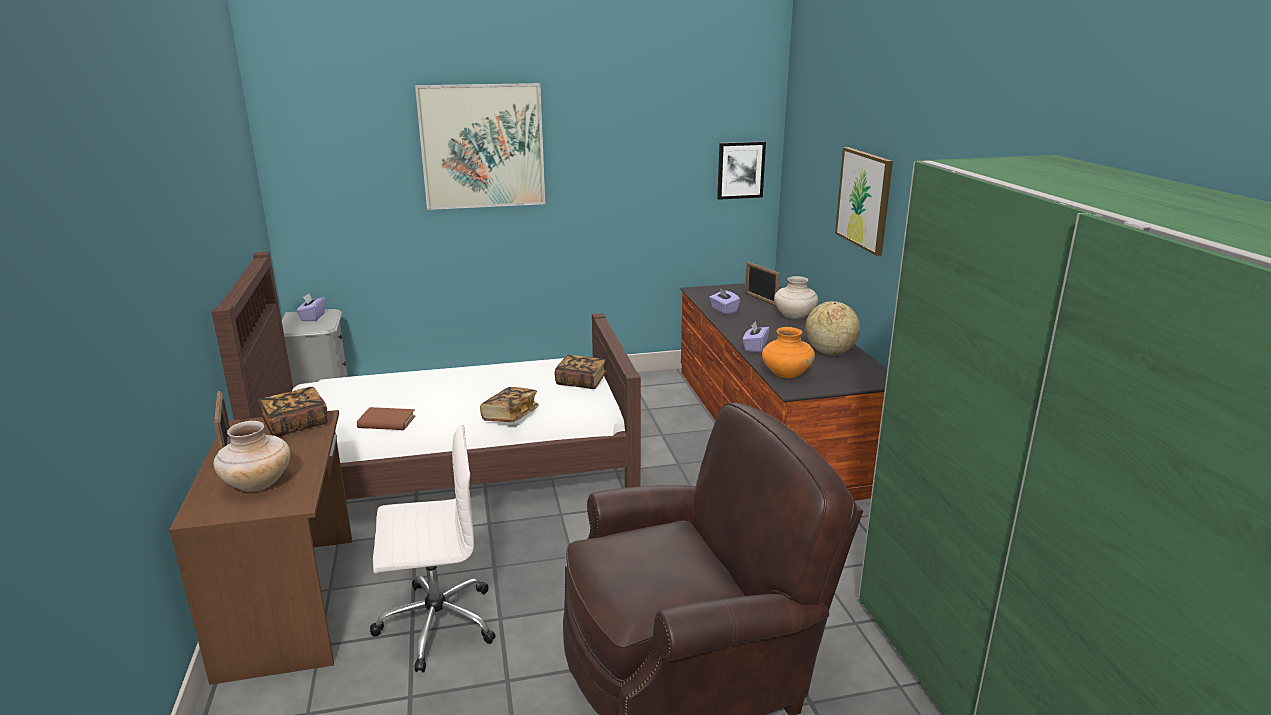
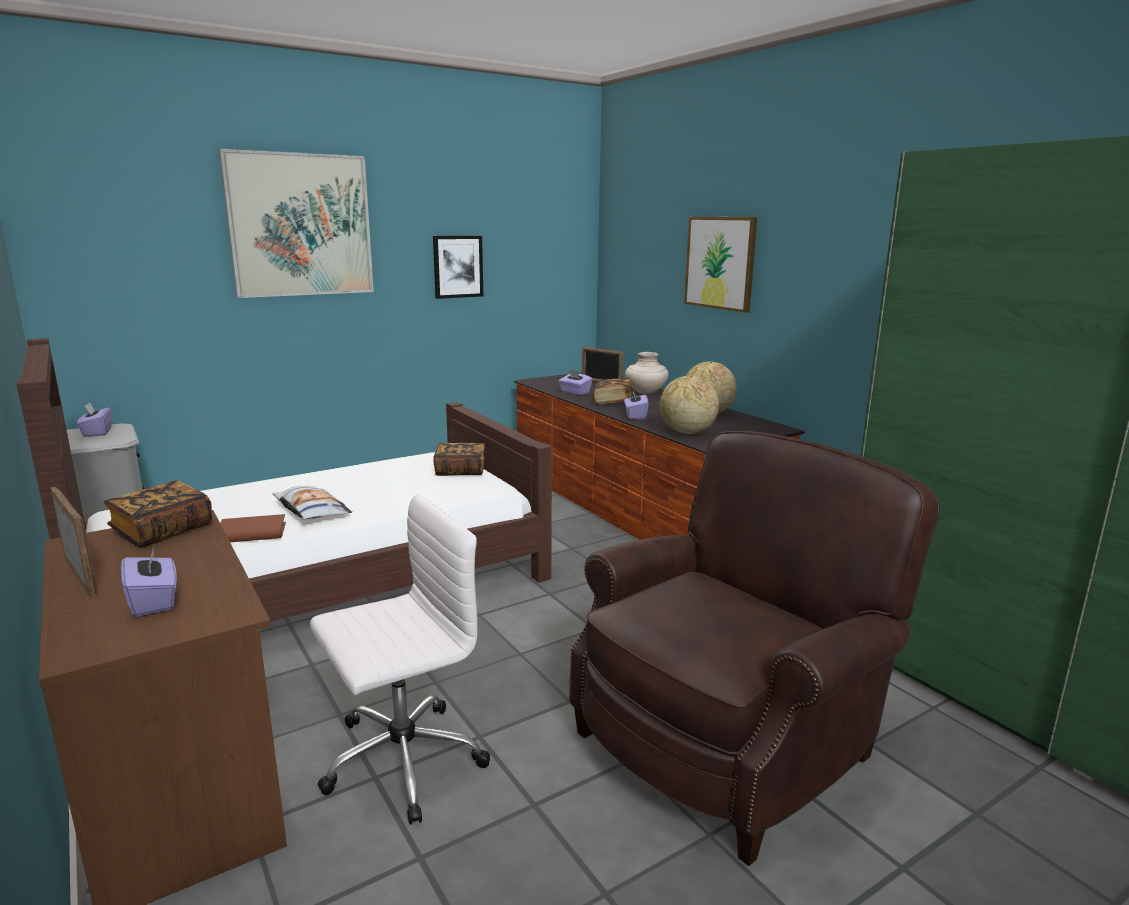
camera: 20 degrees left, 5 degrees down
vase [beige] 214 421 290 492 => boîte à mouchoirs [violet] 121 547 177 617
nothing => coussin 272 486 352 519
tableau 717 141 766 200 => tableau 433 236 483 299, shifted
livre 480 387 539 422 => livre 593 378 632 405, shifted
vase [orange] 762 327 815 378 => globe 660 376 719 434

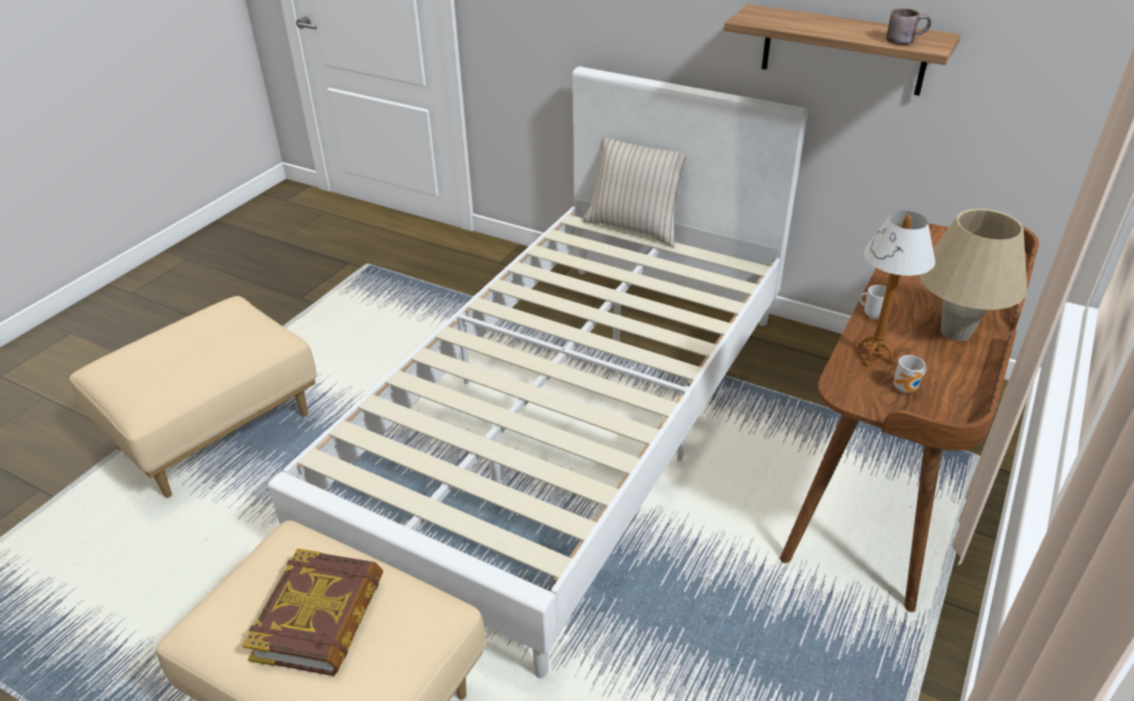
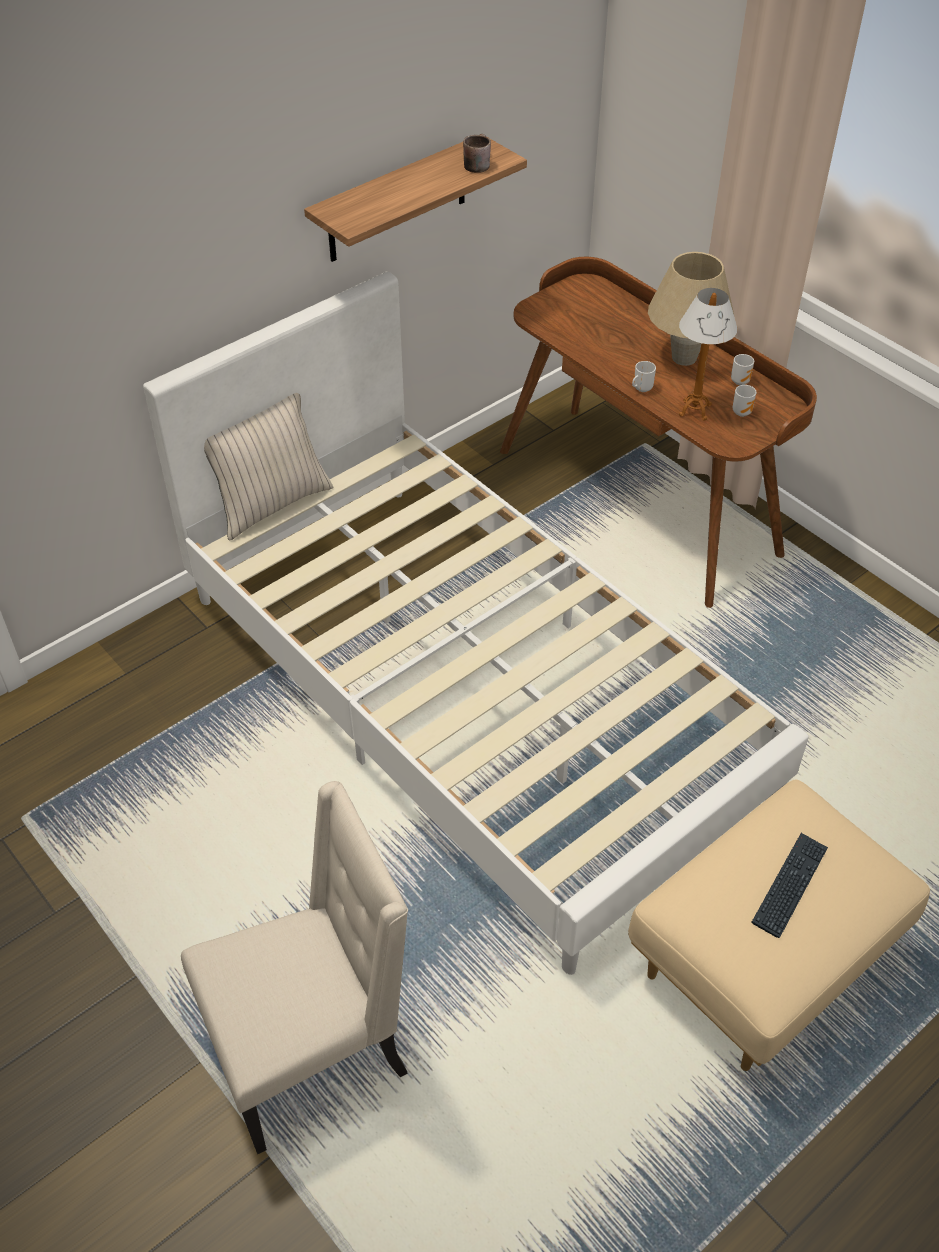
camera: 70 degrees left, 10 degrees up
pouf [beige] 70 296 317 498 => chaise [beige] 181 781 408 1155
nothing => mug 731 354 754 385
livre 242 548 383 676 => clavier 751 833 828 938

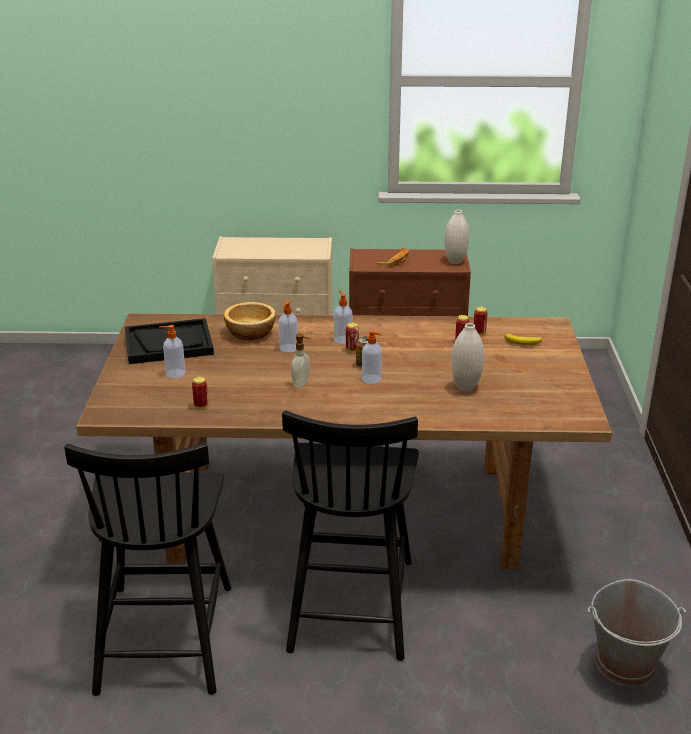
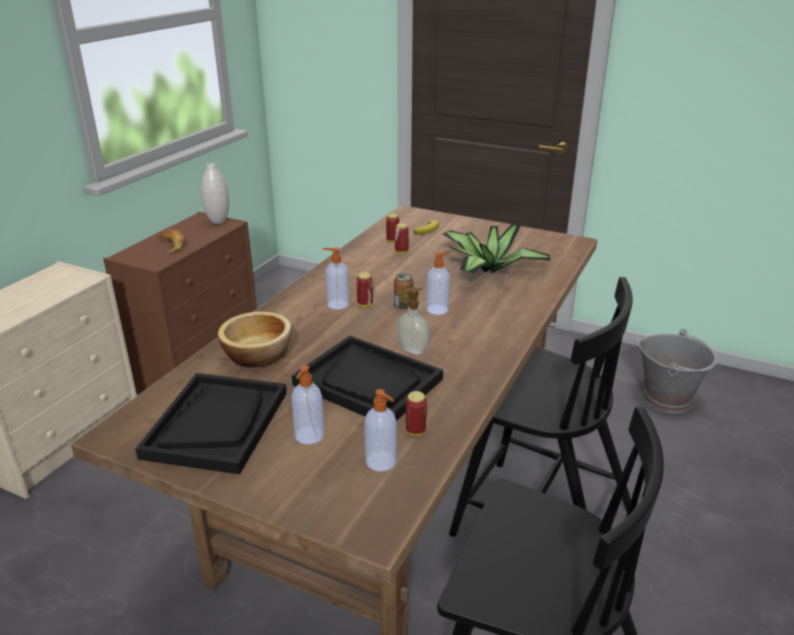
camera: 65 degrees left, 0 degrees up
nothing => plateau [noir] 292 335 443 421
distributeur de savon 279 301 298 353 => distributeur de savon 364 389 397 472, shifted
vase [blanc] 451 323 484 392 => plante en pot 443 224 551 274

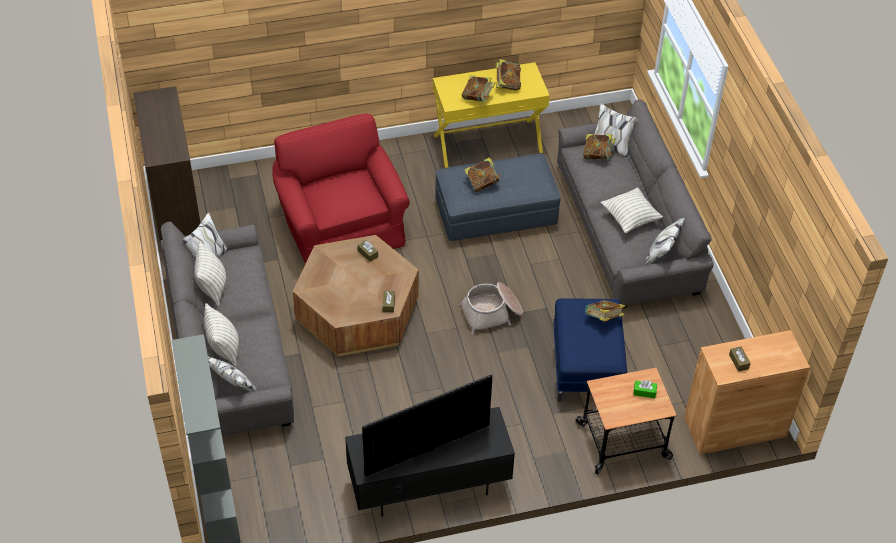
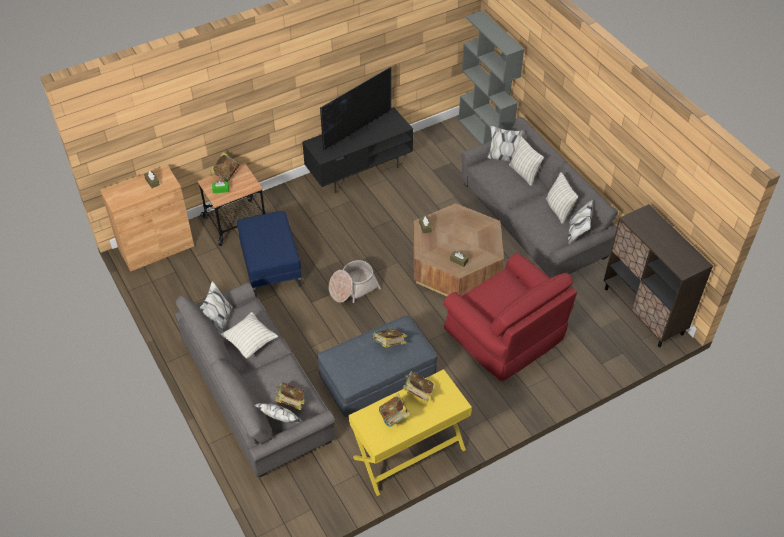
camera: 165 degrees right, 0 degrees up
livre 585 300 625 321 => livre 210 152 240 182, shifted

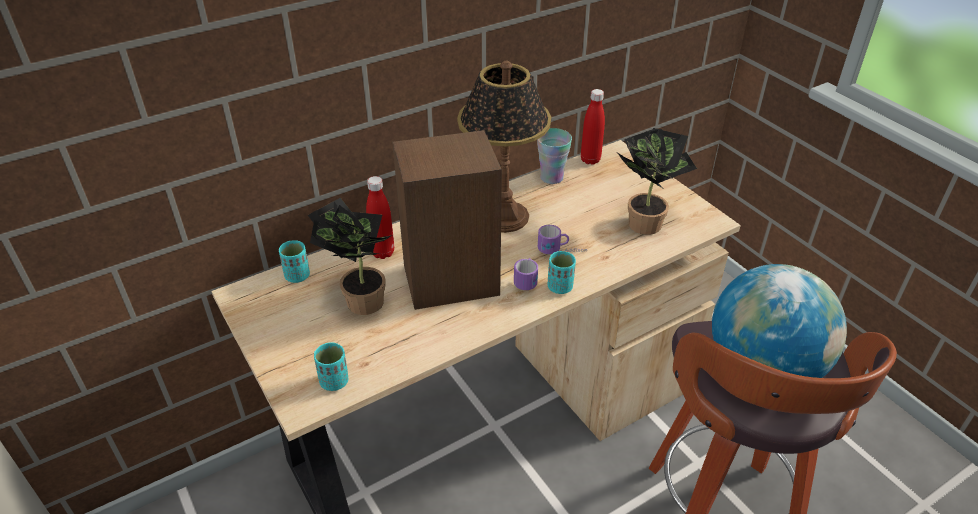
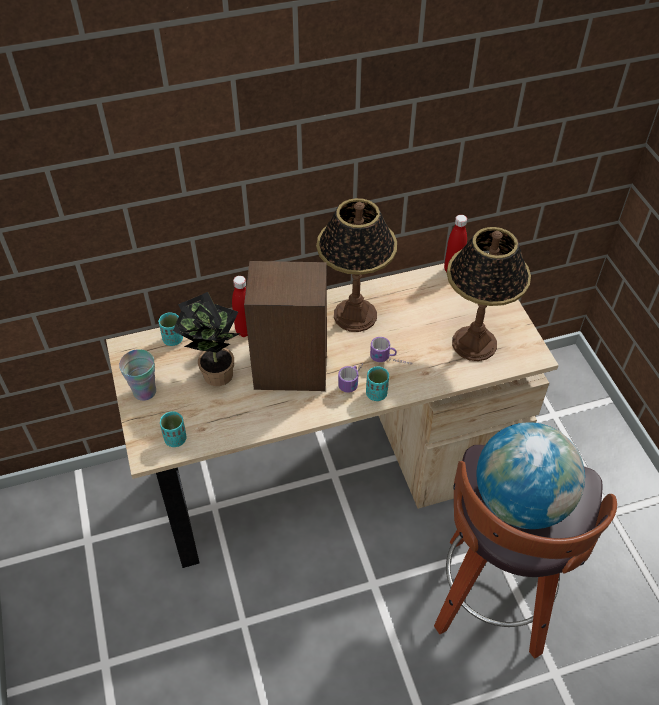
camera: 15 degrees right, 10 degrees up
tasse 537 128 572 184 => tasse 119 349 156 401, shifted
plante en pot 617 128 697 235 => lampe de table 447 227 531 361

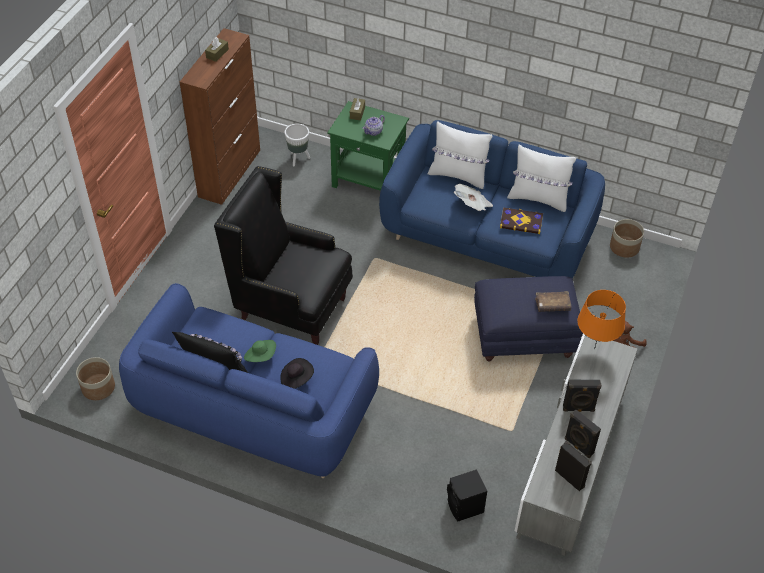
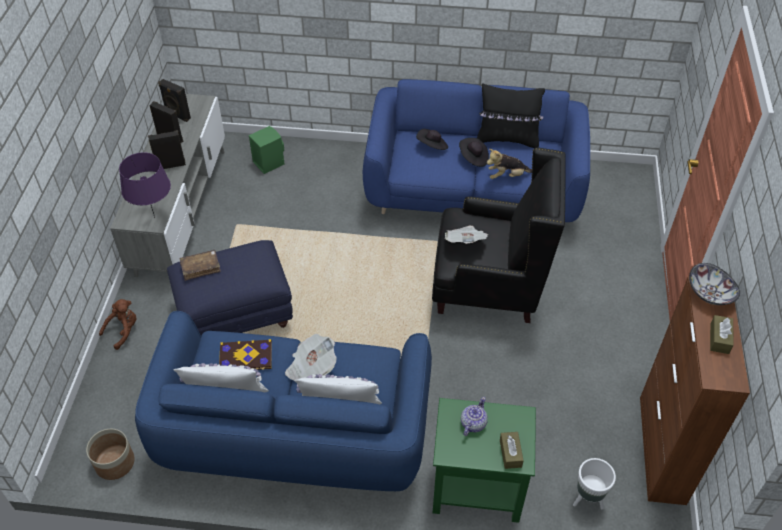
camera: 165 degrees right, 0 degrees up
lampe de table [orange] 577 290 626 349 => lampe de table [violet] 119 152 171 218
enceinte [noir] 447 469 487 521 => enceinte [vert] 249 126 284 174
nothing => journal 445 226 488 244
chapeau [vert] 244 340 276 362 => chapeau [noir] 459 138 489 167
nothing => peluche 487 149 532 179
nothing => bol 689 263 740 305
cache-pot 76 357 115 400 => nothing

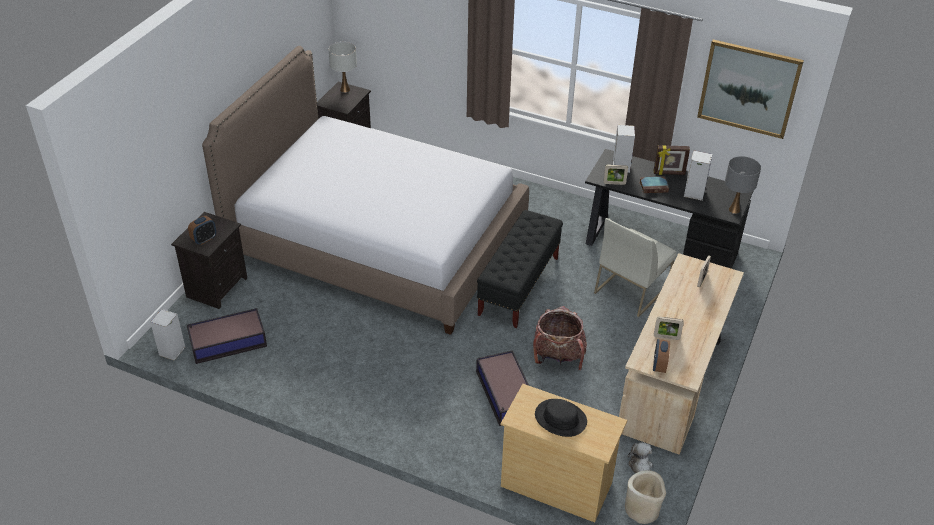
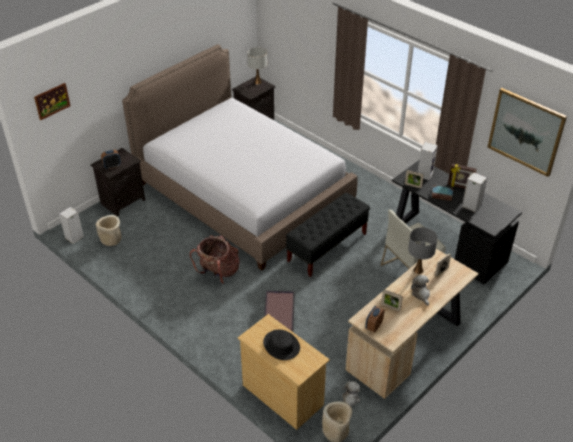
camera: 20 degrees right, 0 degrees up
nothing => tableau 34 83 70 120
boîte de rangement 187 308 267 364 => cache-pot [beige] 96 215 122 246
sac à dos 533 306 587 371 => sac à dos 190 235 240 284, shifted
lampe de table [gris] 725 156 761 214 => lampe de table [gris] 408 227 438 274, shifted
nothing => peluche 411 275 430 306

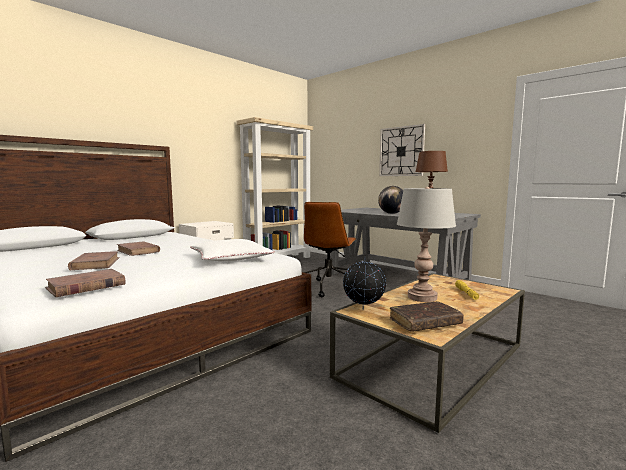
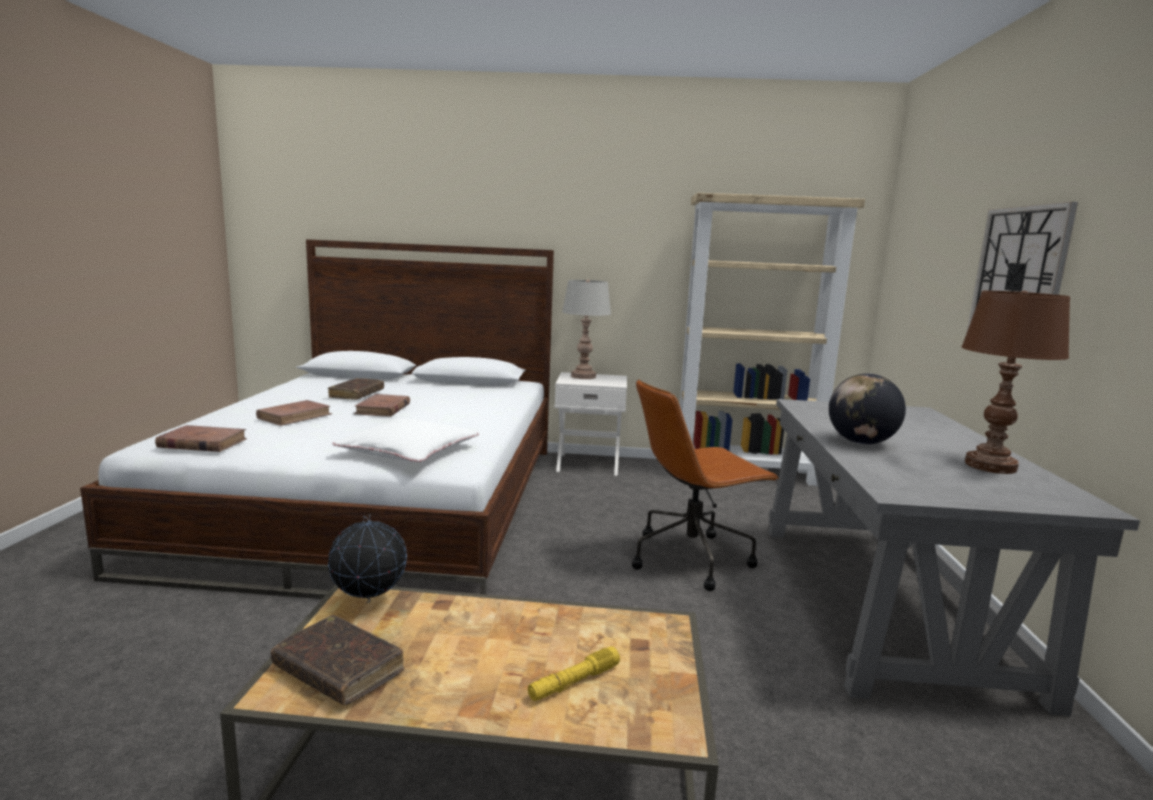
camera: 50 degrees right, 5 degrees up
nothing => livre [marron] 328 378 384 400
lampe de table [gris] 397 187 456 302 => lampe de table [gris] 562 280 611 379, shifted

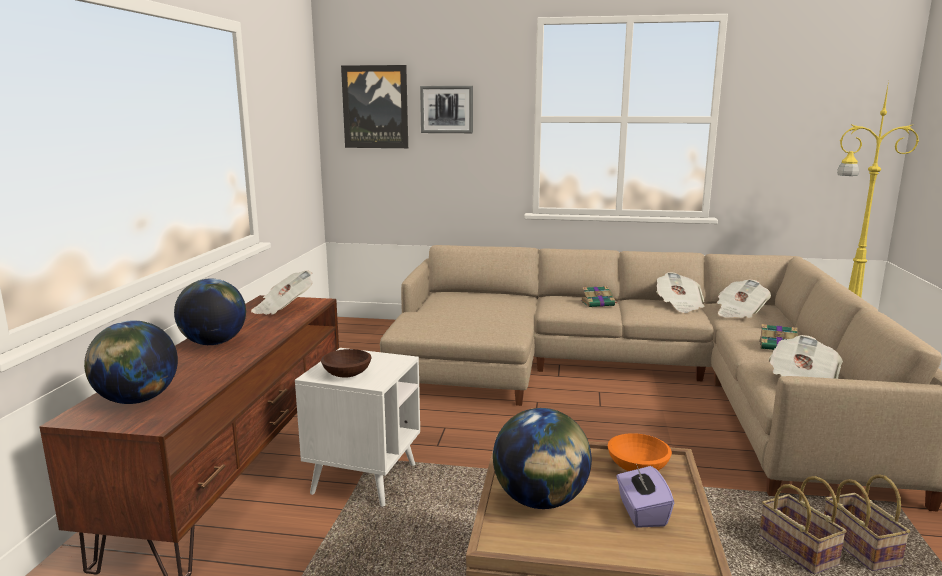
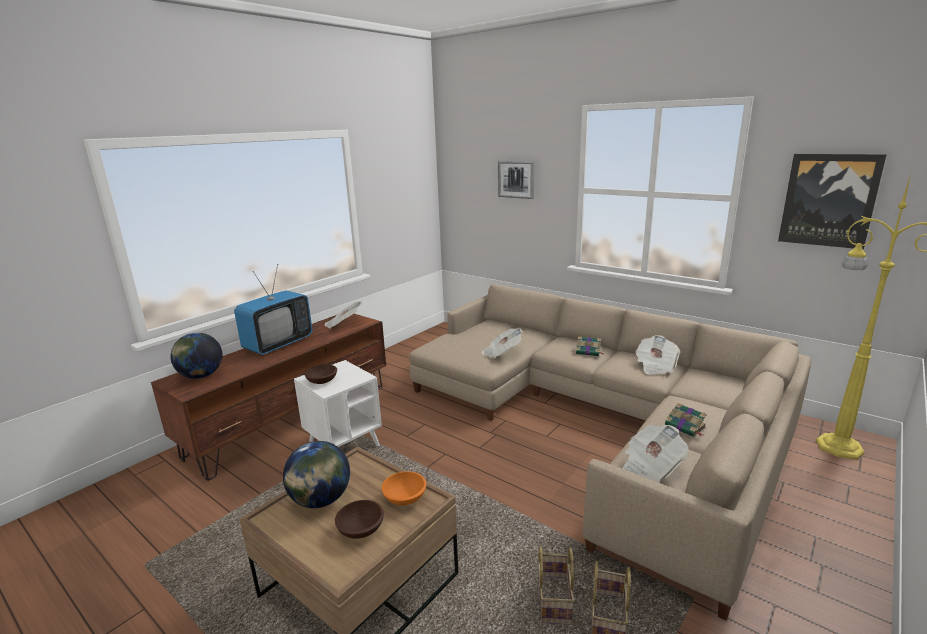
camera: 30 degrees right, 5 degrees up
globe 174 278 246 345 => téléviseur 234 264 313 355
boîte à mouchoirs [violet] 616 464 674 528 => bol [marron] 335 500 384 539
journal 717 279 771 318 => journal 481 328 523 359, shifted
tableau 341 65 408 148 => tableau 778 154 887 249, shifted

